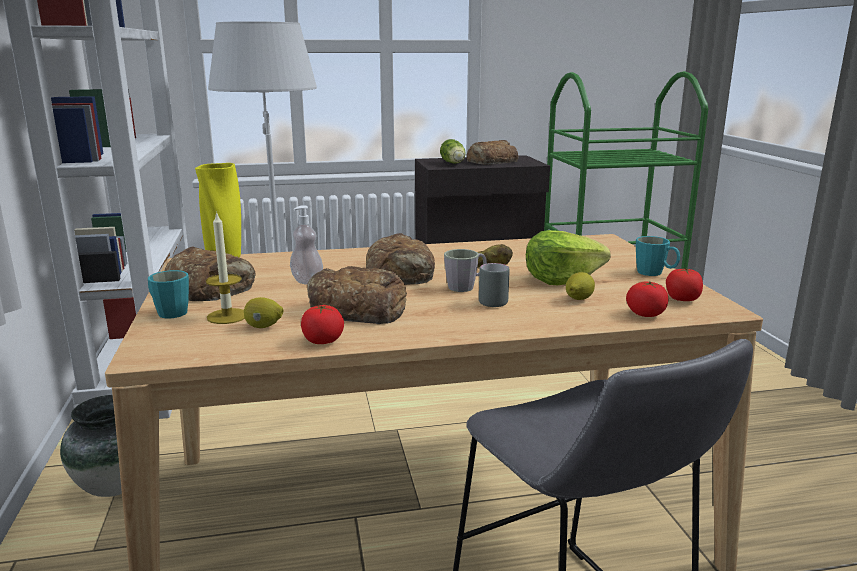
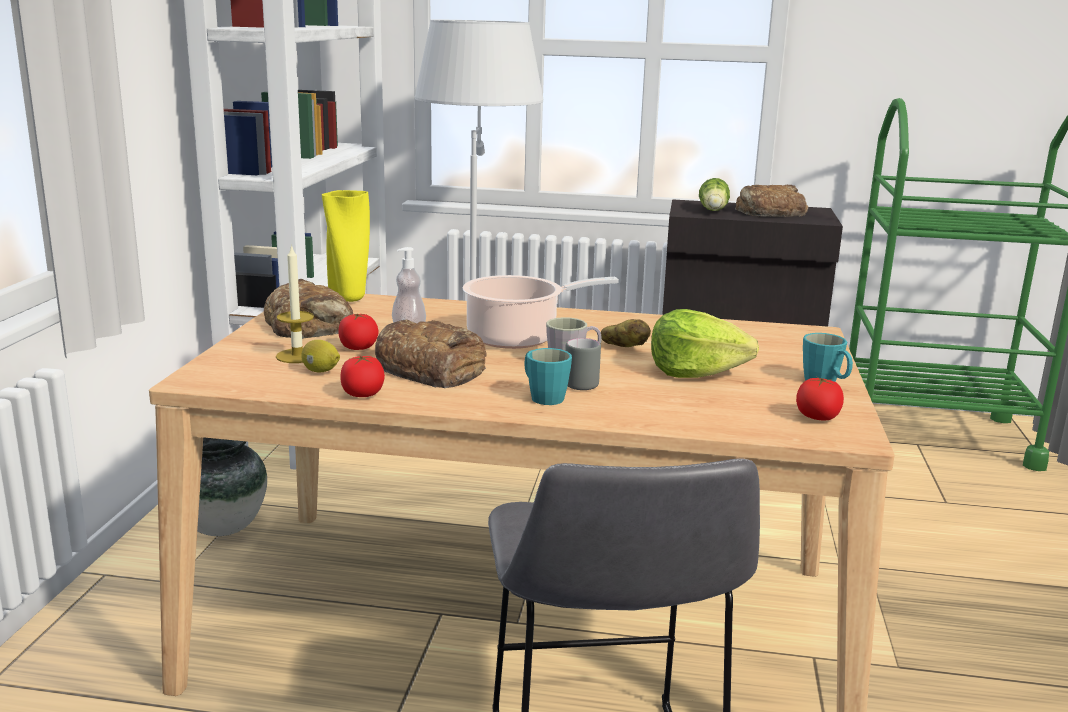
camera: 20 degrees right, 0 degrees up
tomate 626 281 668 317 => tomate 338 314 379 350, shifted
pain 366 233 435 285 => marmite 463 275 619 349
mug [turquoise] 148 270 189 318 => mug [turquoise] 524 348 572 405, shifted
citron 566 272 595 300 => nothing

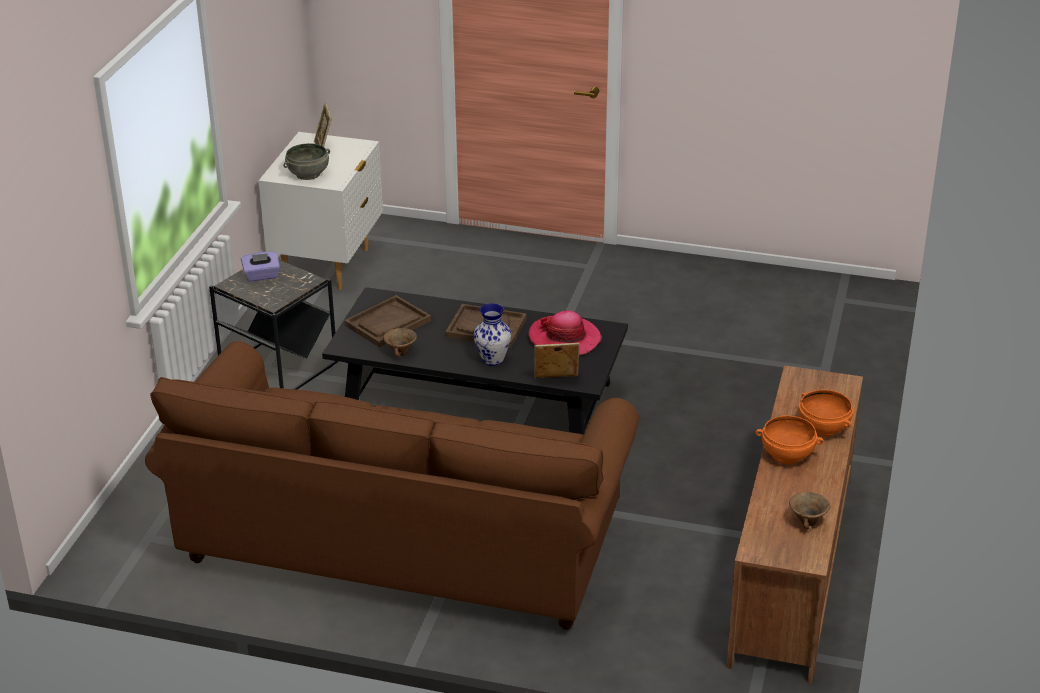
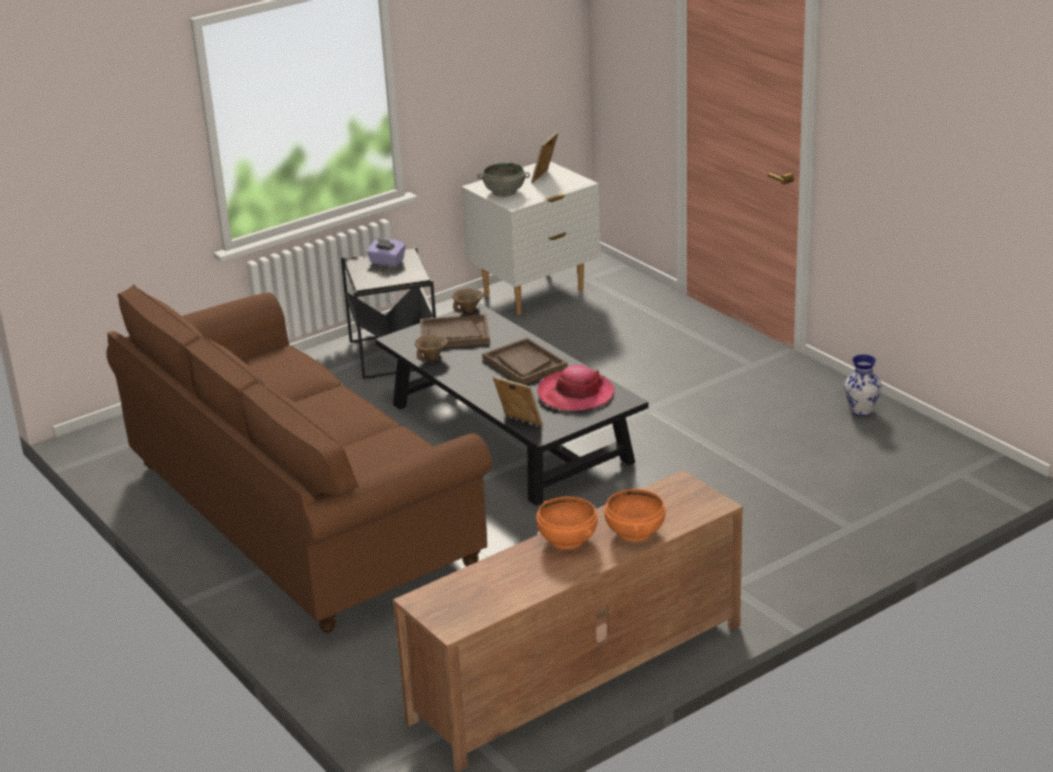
camera: 40 degrees right, 5 degrees down
bol [marron] 789 492 830 530 => bol [marron] 452 289 484 313, shifted
vase 474 303 511 366 => vase 844 354 882 416, shifted

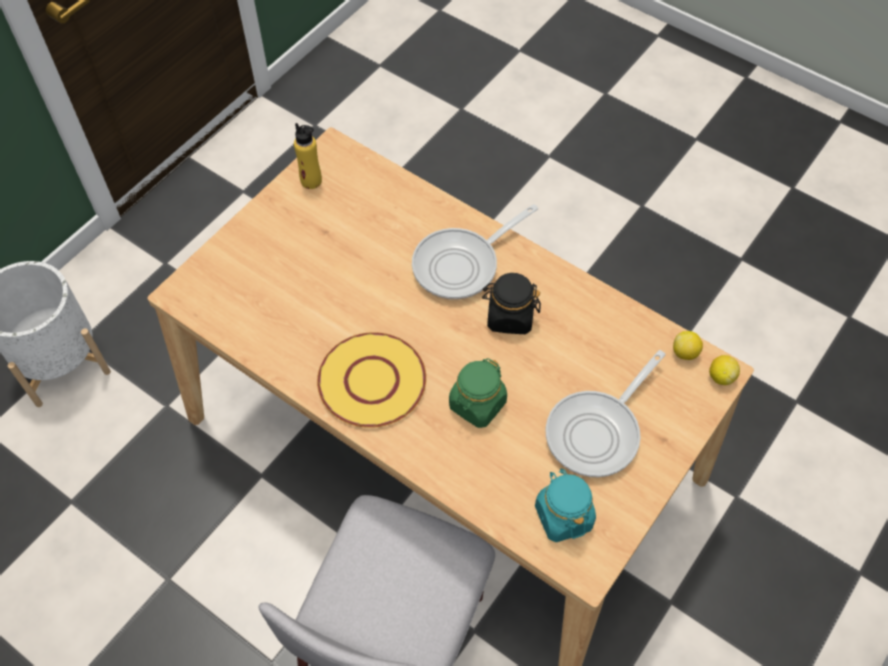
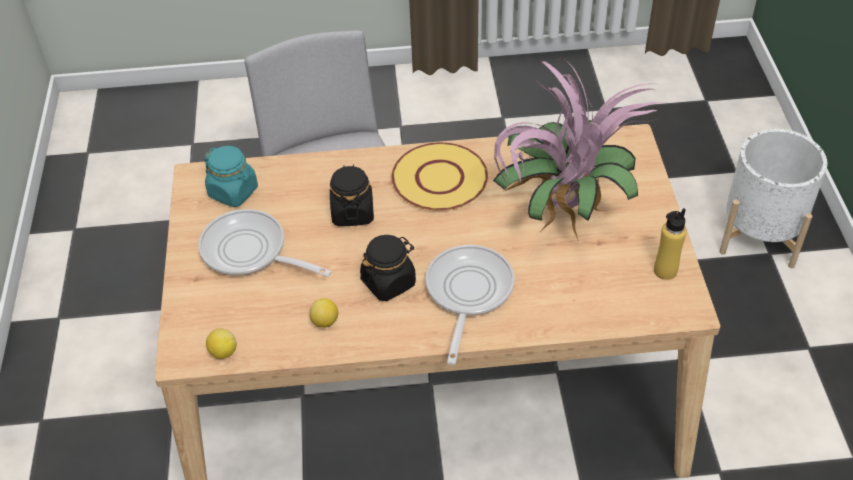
camera: 140 degrees right, 10 degrees down
poêle 546 350 666 477 => poêle 198 209 332 277, 60 degrees counterclockwise
citron 709 355 740 385 => citron 310 298 338 327, shifted
bocal [vert] 449 358 507 428 => bocal [noir] 330 164 374 226
nothing => plante en pot 493 58 664 241

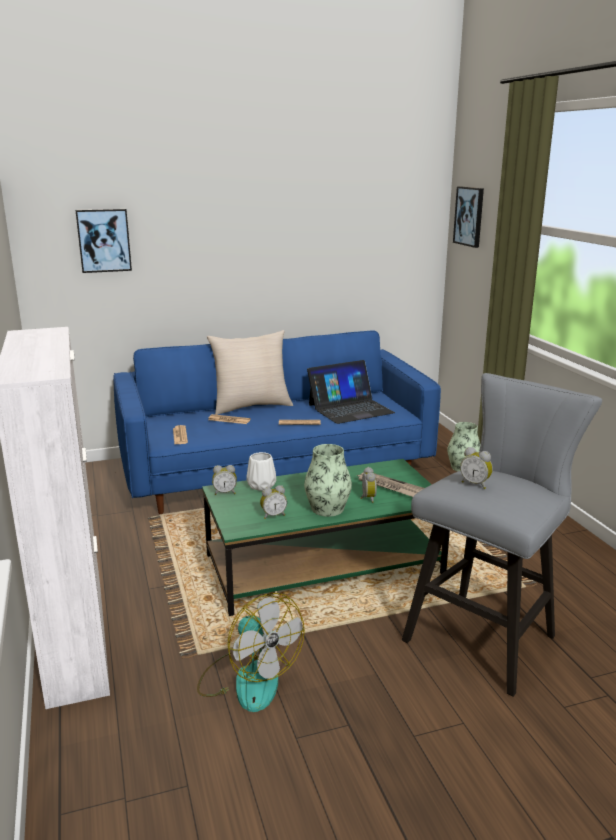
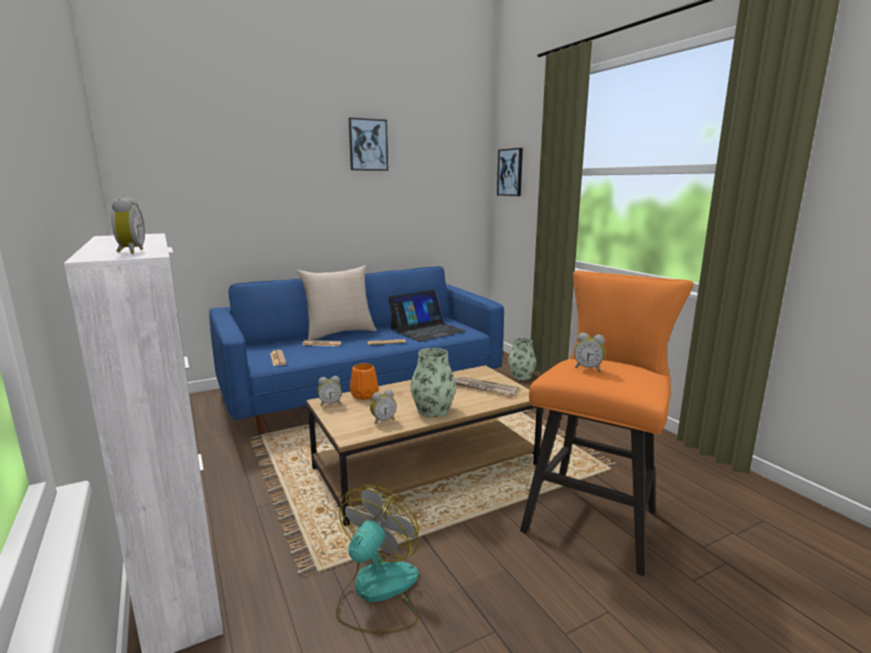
camera: 10 degrees left, 5 degrees down
réveil 360 467 377 503 => réveil 112 198 145 254, shifted
table basse [vert] 202 459 450 616 => table basse [marron] 306 365 543 526
ventilateur 197 593 305 712 => ventilateur 336 485 419 634, 105 degrees counterclockwise
tableau 75 209 132 273 => tableau 349 118 388 171, shifted
vase [blanc] 247 452 276 491 => vase [orange] 350 363 379 400
tabouret [gris] 402 373 602 697 => tabouret [orange] 520 271 694 576

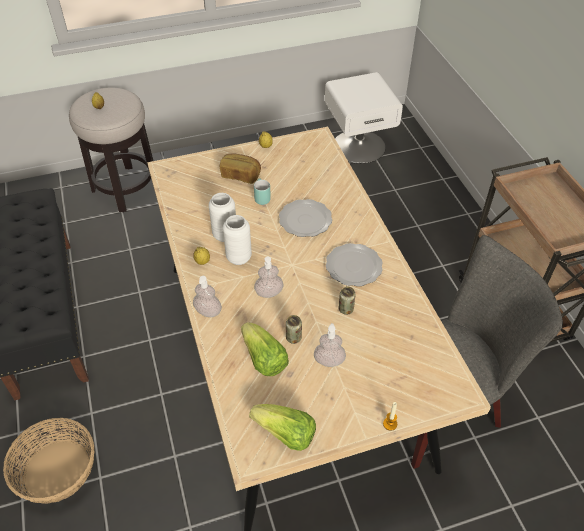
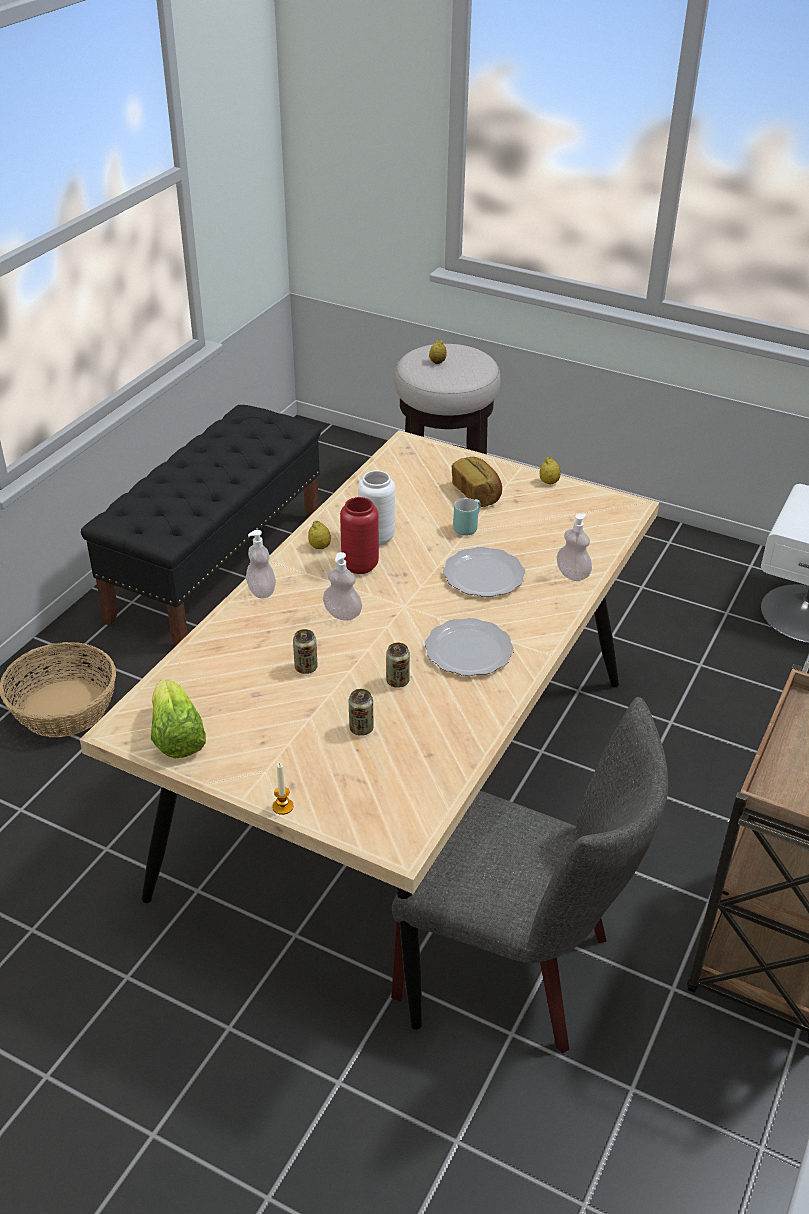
camera: 45 degrees right, 10 degrees down
vase [blanc] 223 215 252 265 => vase [rouge] 340 497 379 574
nothing => boîte métallique 349 689 374 736
distributeur de savon 314 323 346 367 => distributeur de savon 556 514 592 581, shifted
laitue 241 322 289 376 => nothing

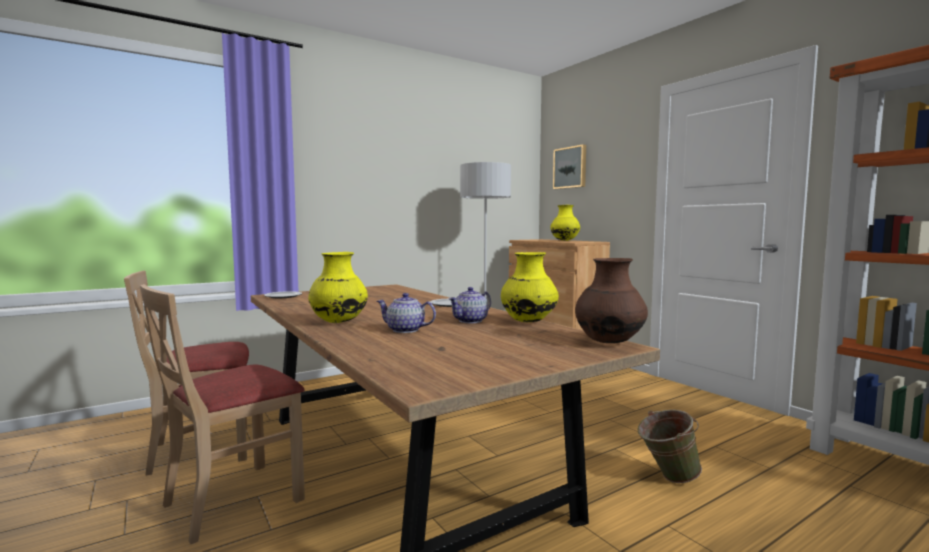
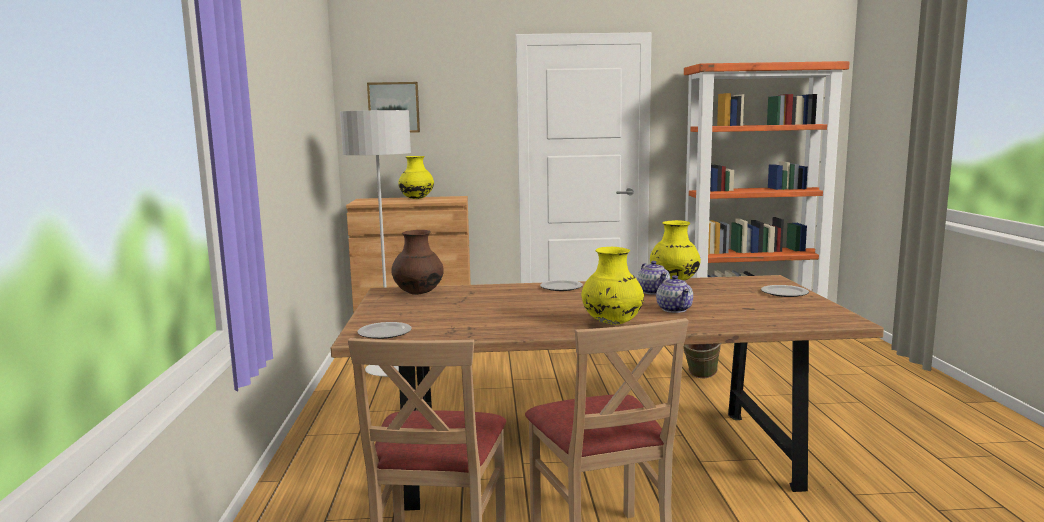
camera: 60 degrees left, 5 degrees up
vase [marron] 575 258 648 343 => vase [marron] 391 230 444 295, shifted
théière 377 293 436 333 => théière 656 275 693 313, 60 degrees counterclockwise
nothing => assiette 761 285 809 297

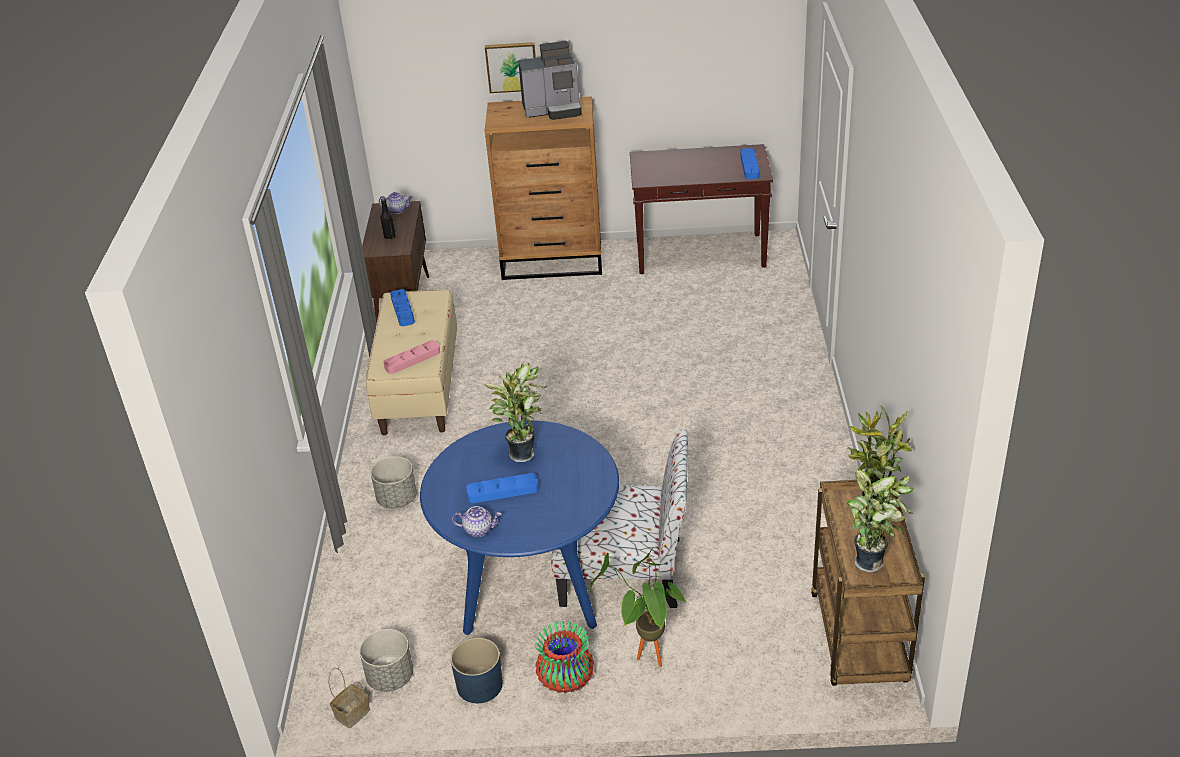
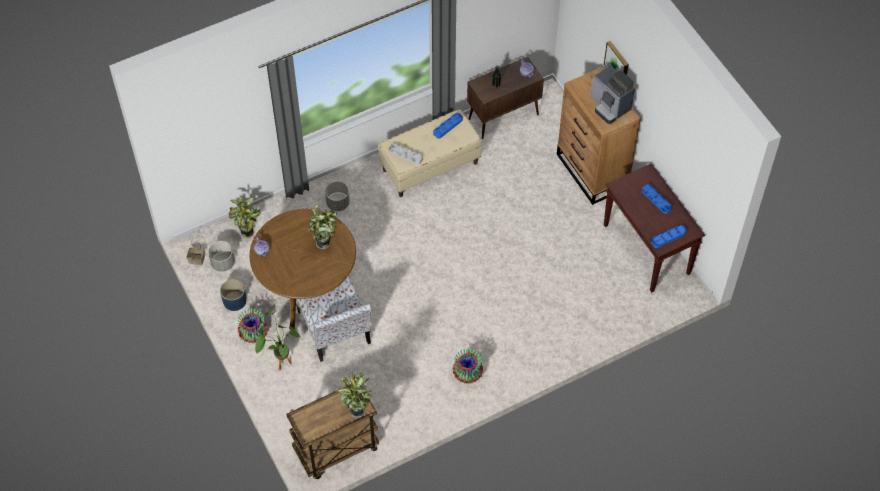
camera: 60 degrees right, 20 degrees up
plante en pot 846 470 914 573 => plante en pot 228 195 260 238, shifted
table à manger [bleu] 420 420 619 635 => table à manger [marron] 250 209 356 332
plateau [rose] 383 340 440 374 => plateau [gris] 389 143 423 165
nothing => vase 453 348 483 384
plateau [bleu] 466 473 539 503 => plateau [bleu] 642 184 672 214, shifted

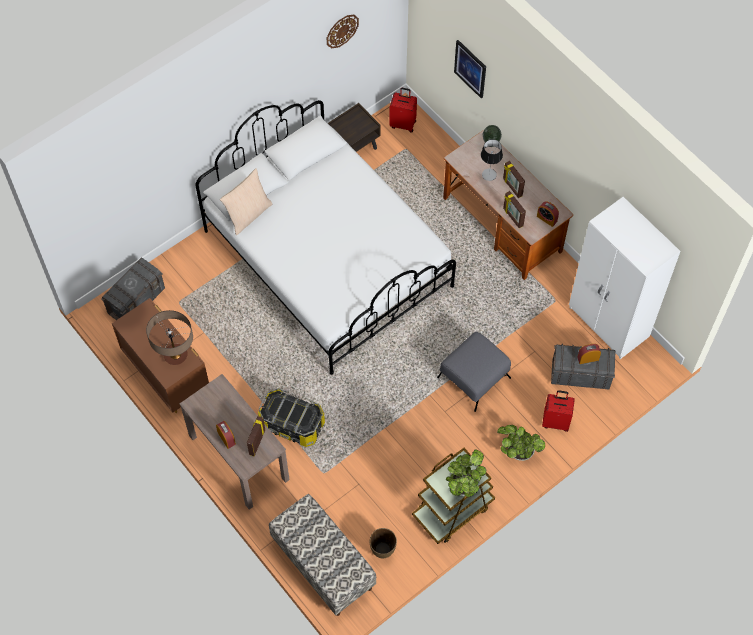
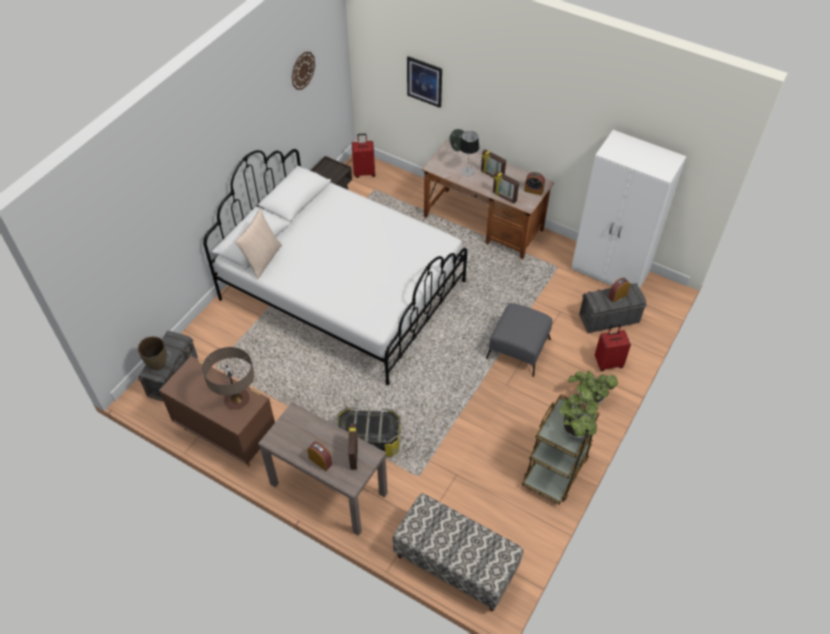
camera: 20 degrees left, 10 degrees down
vase [marron] 370 528 397 558 => vase [marron] 138 336 167 370, shifted

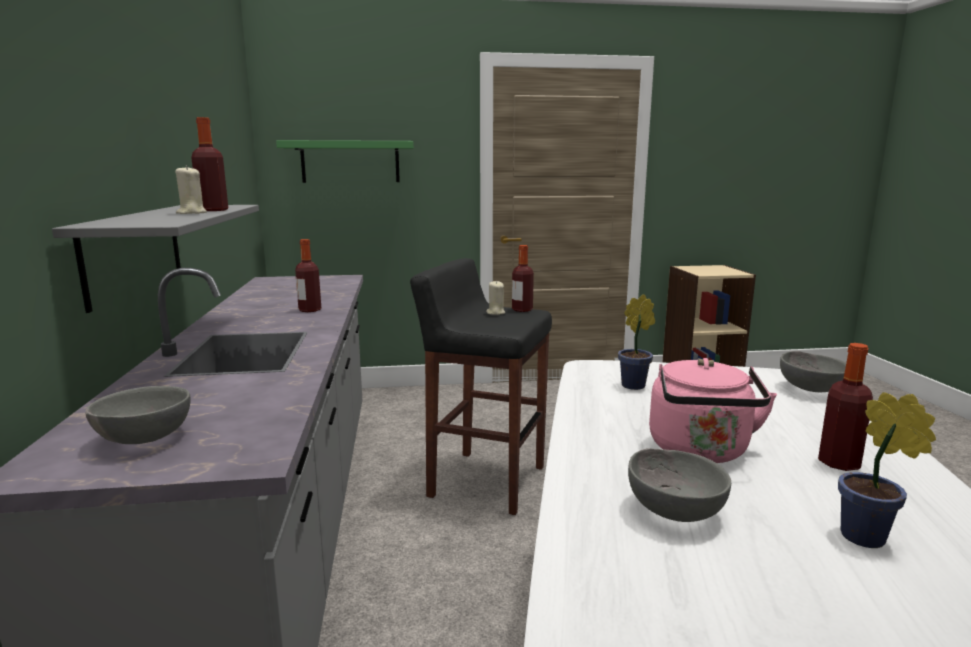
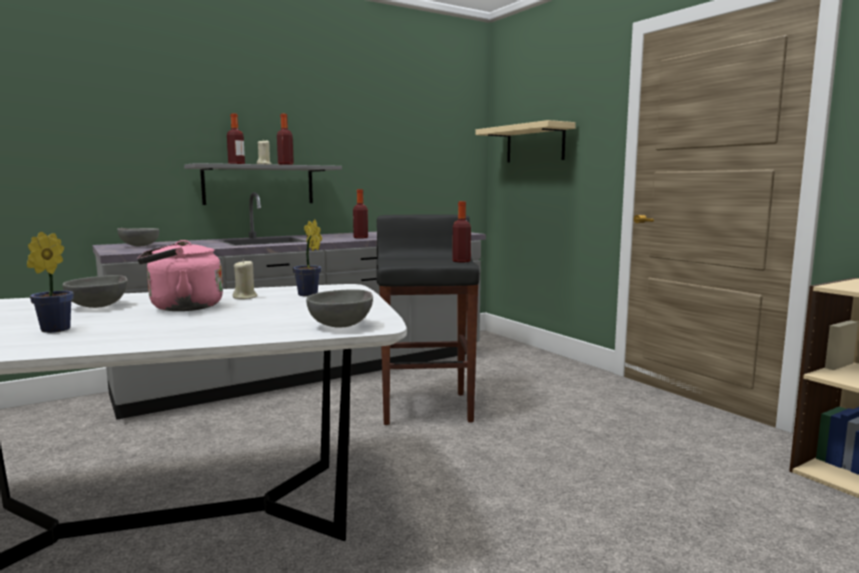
camera: 65 degrees right, 5 degrees down
bouteille 818 343 873 471 => bouteille 227 114 245 164, shifted
bougie [beige] 486 280 505 315 => bougie [beige] 233 259 257 299, shifted
étagère [vert] 276 140 414 183 => étagère [beige] 475 120 576 163

